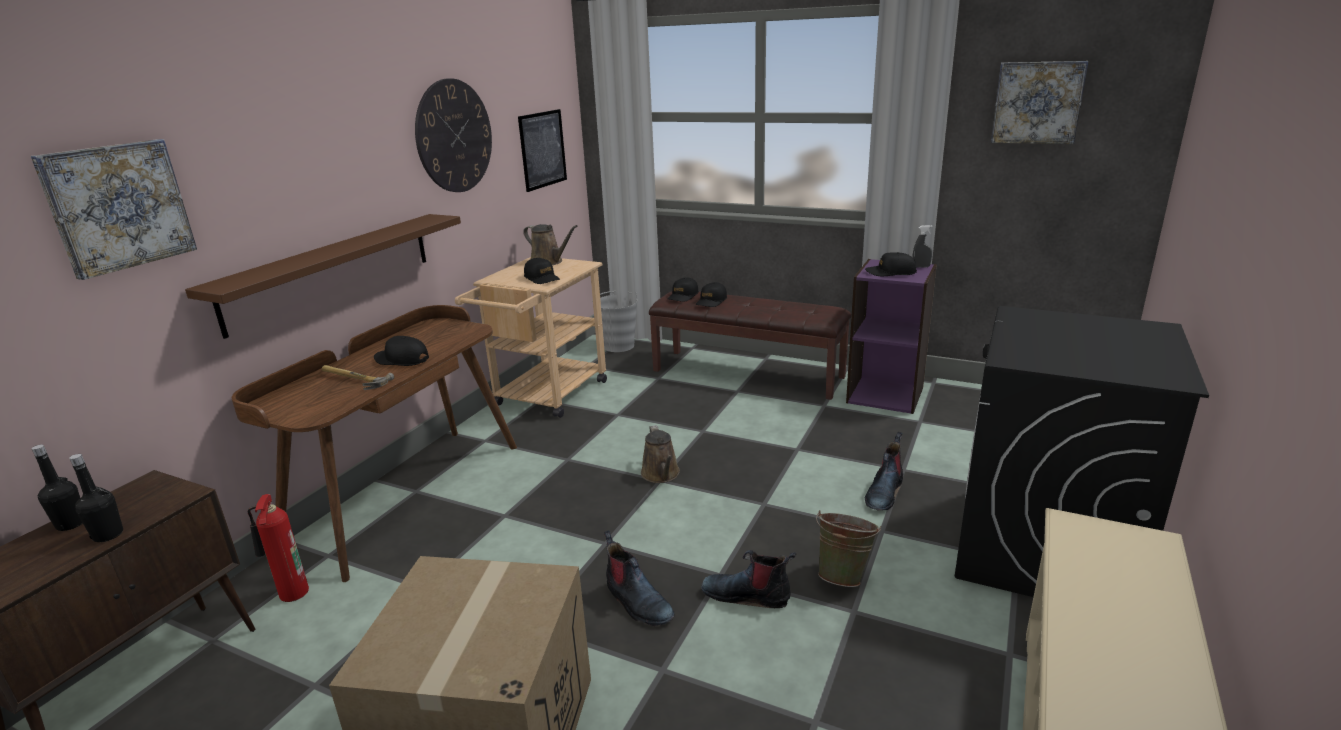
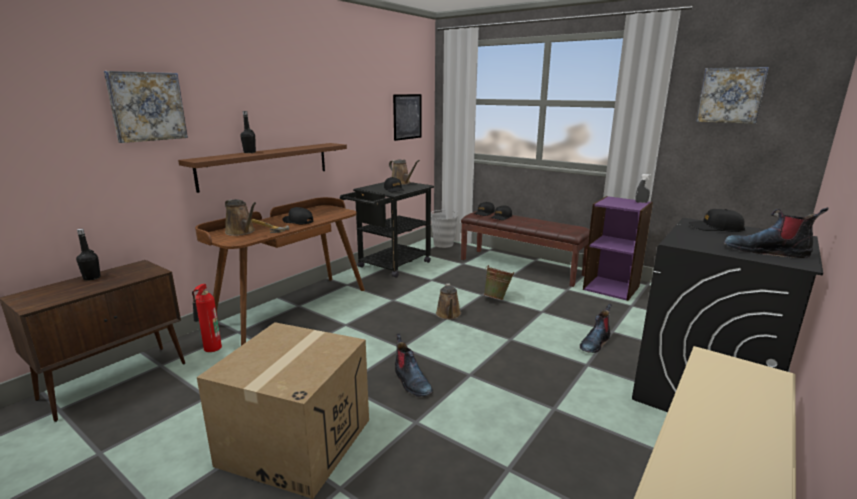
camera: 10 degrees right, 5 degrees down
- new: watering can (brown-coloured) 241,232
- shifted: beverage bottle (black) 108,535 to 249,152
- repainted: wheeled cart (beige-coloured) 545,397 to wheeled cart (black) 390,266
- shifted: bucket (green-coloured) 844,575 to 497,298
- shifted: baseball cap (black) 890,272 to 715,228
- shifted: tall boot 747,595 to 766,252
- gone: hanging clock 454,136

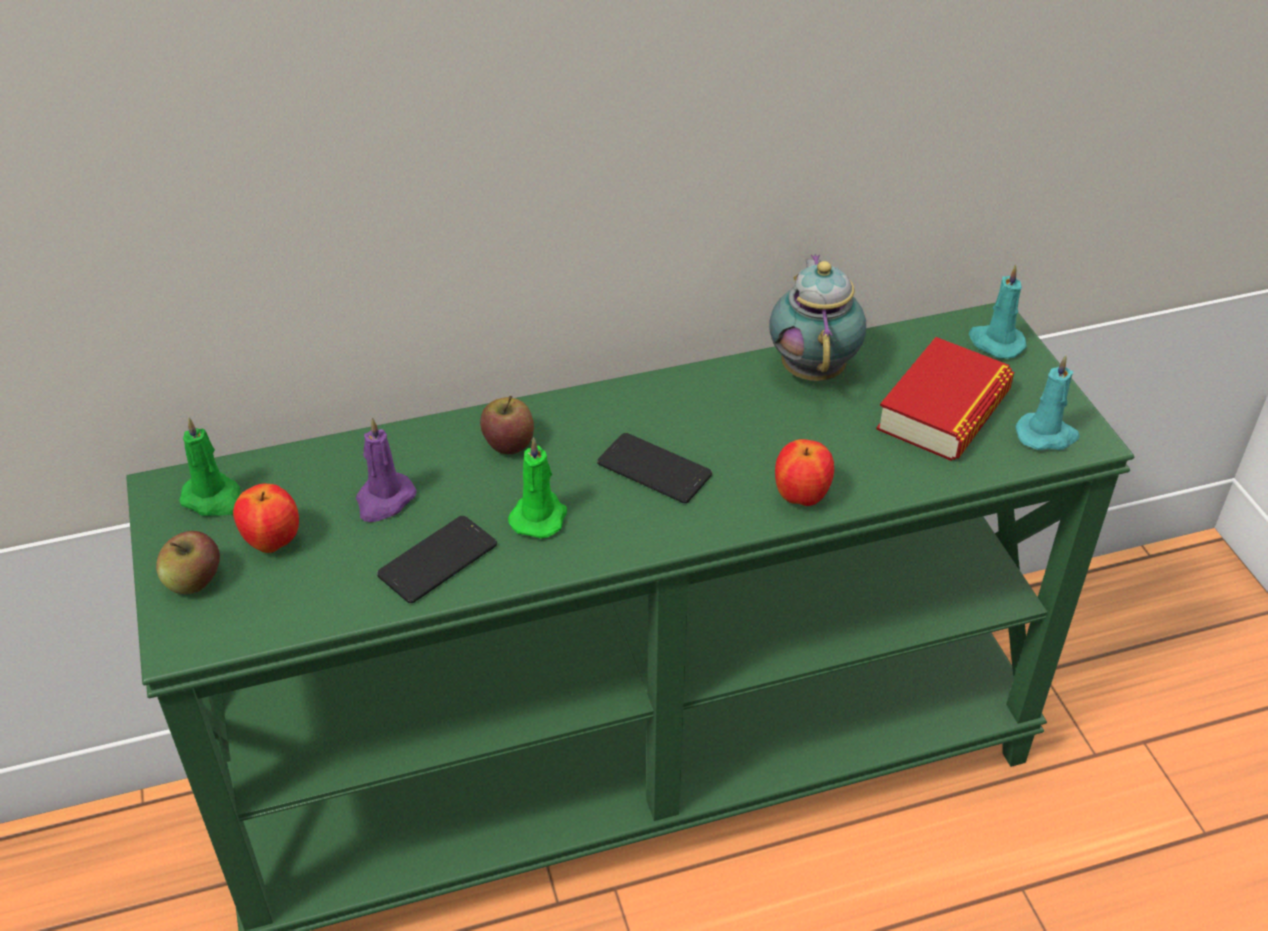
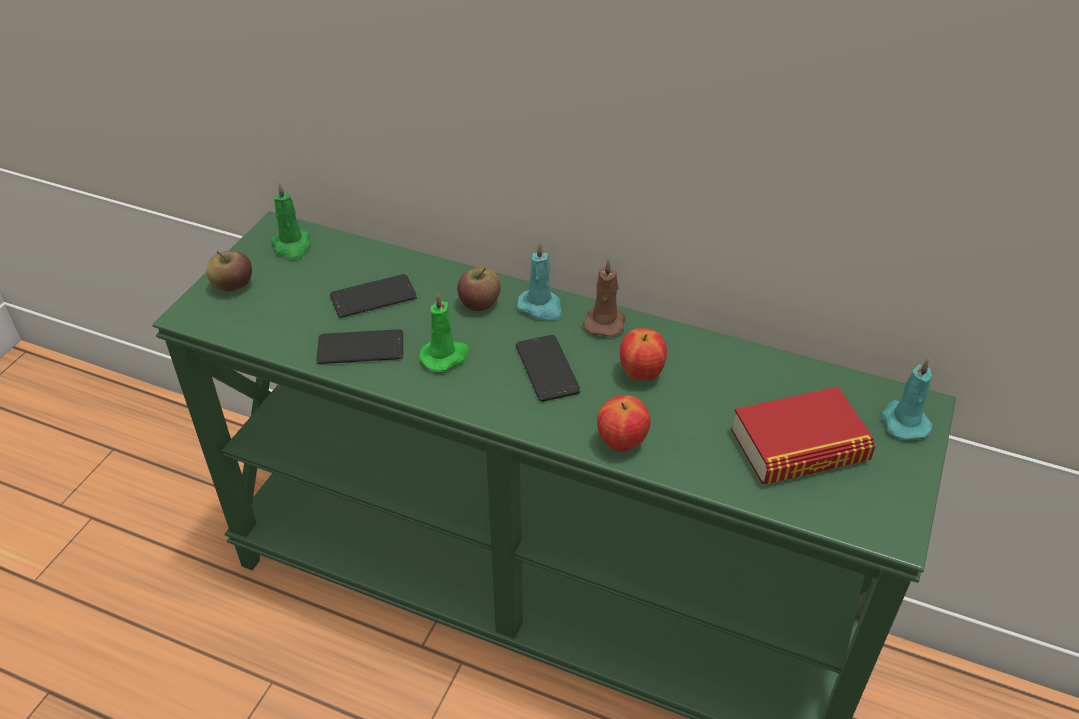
camera: 40 degrees right, 0 degrees up
- swapped: wax candle (purple-coloured) 384,500 to handset 373,297
- shifted: wax candle (turquoise) 1047,435 to 541,307
- new: wax candle (brown-coloured) 605,321
- shifted: whole apple 273,542 to 641,374
- gone: teapot 813,368

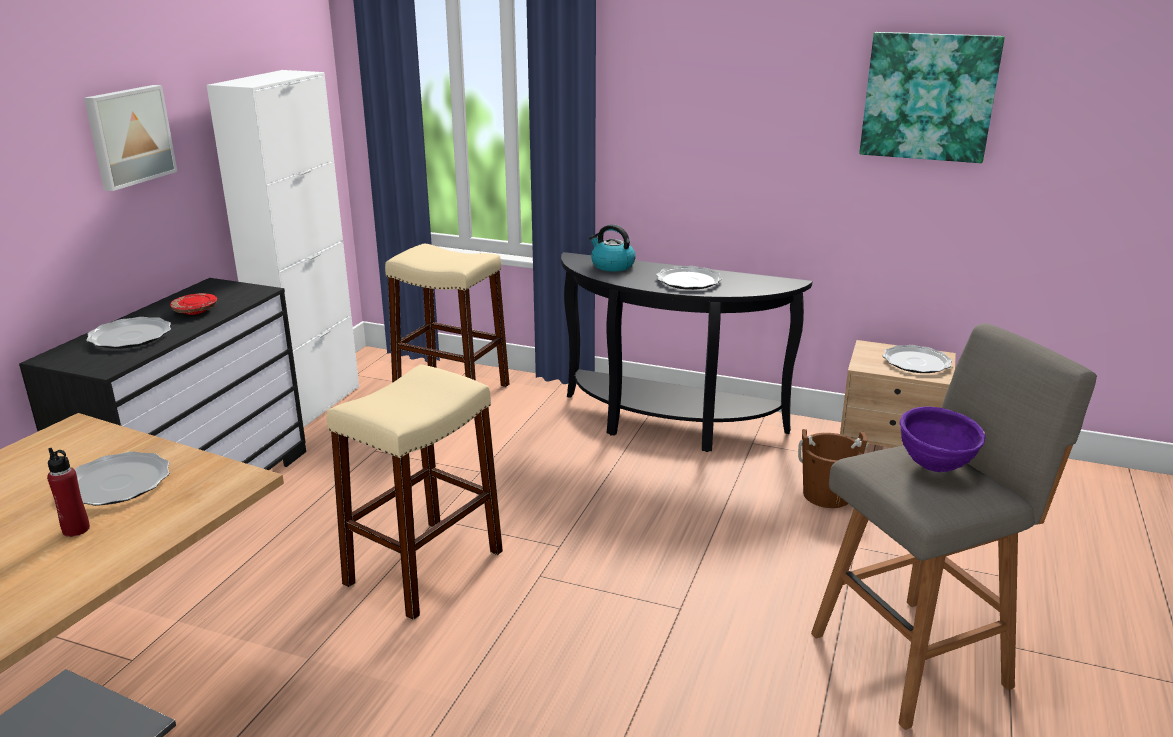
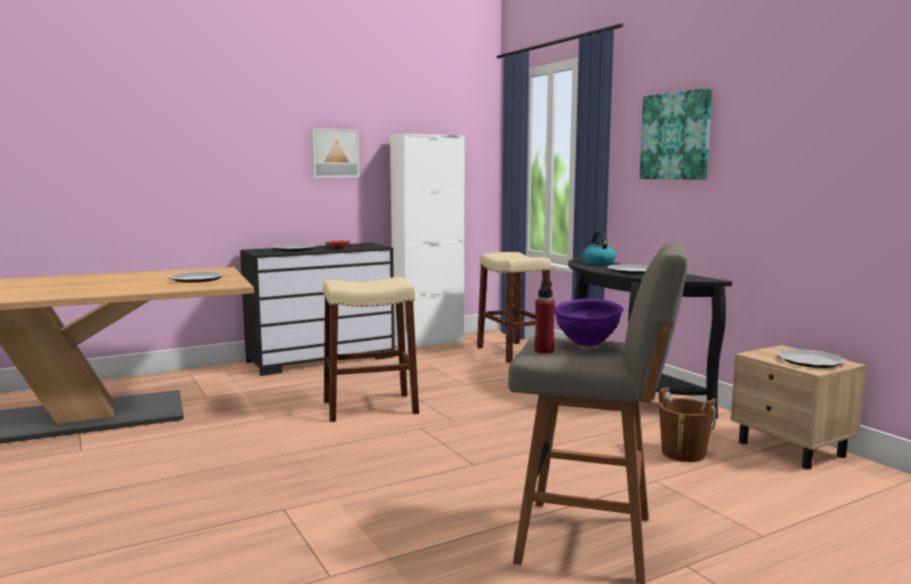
camera: 40 degrees right, 15 degrees down
- shifted: beverage bottle (reddish) 76,529 to 544,351
- shifted: picture 928,97 to 676,136

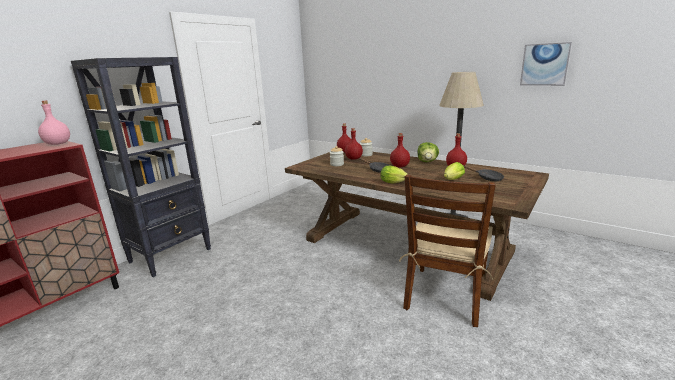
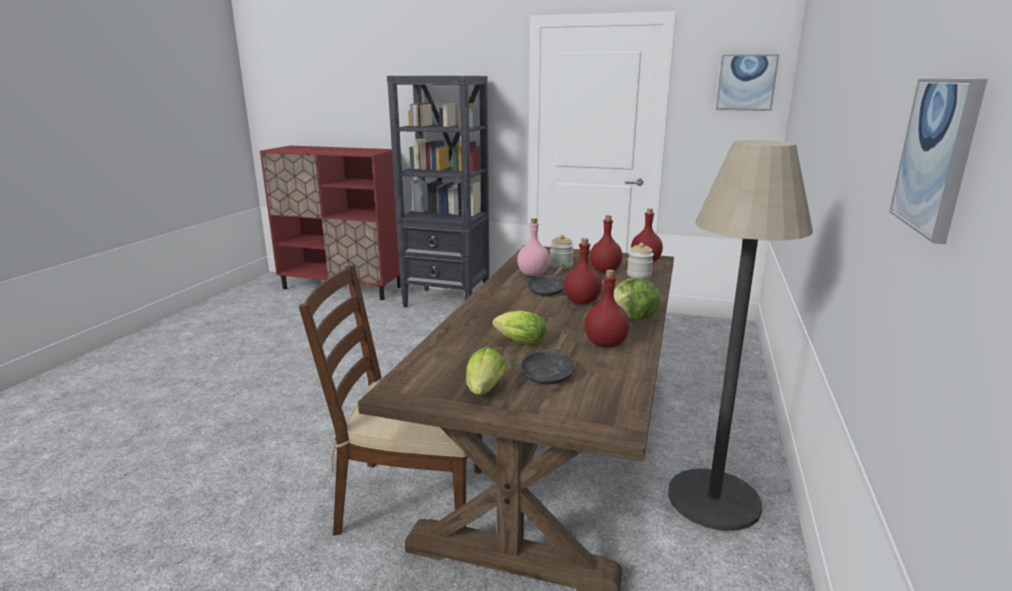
camera: 70 degrees right, 0 degrees up
- shifted: head of lettuce 394,183 to 484,392
- shifted: beverage bottle (pinkish) 57,144 to 533,274
- new: picture 746,82

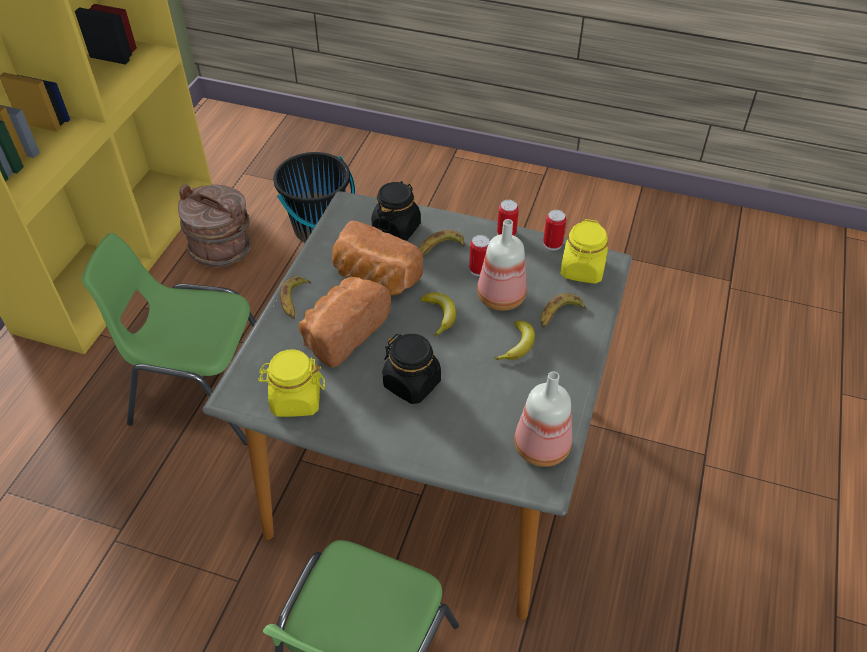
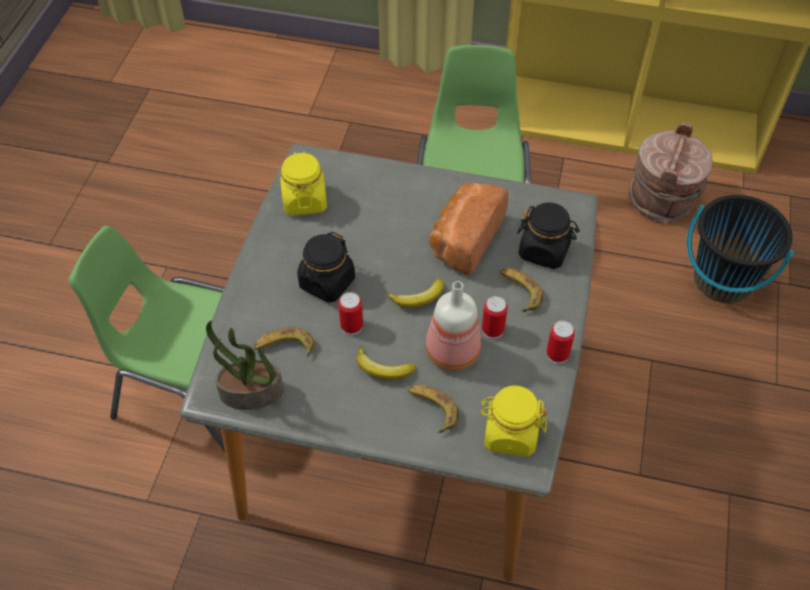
camera: 85 degrees right, 5 degrees up
- swapped: beverage bottle 543,448 to potted plant 251,393
- shifted: banana fruit 294,301 to 284,347
- shifted: sealed can 552,244 to 351,326
- gone: baked bread 342,332

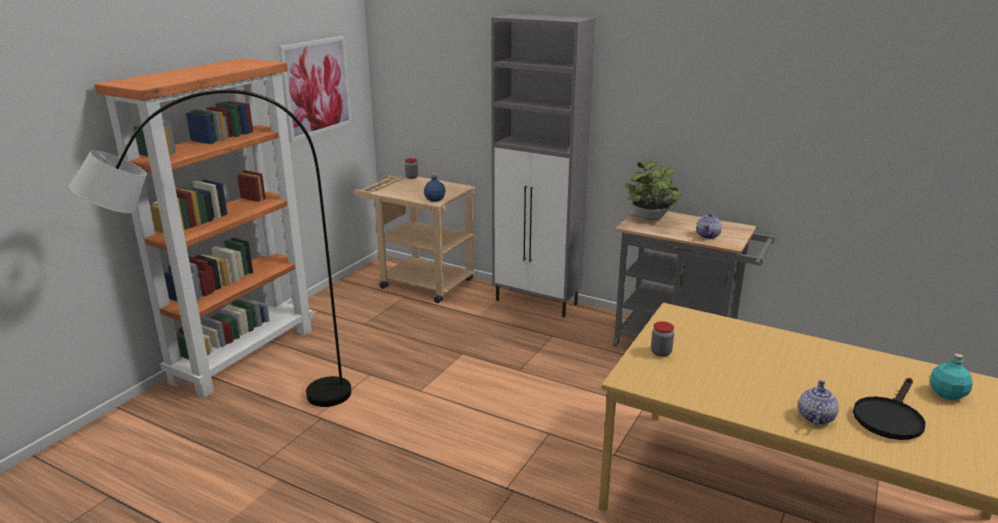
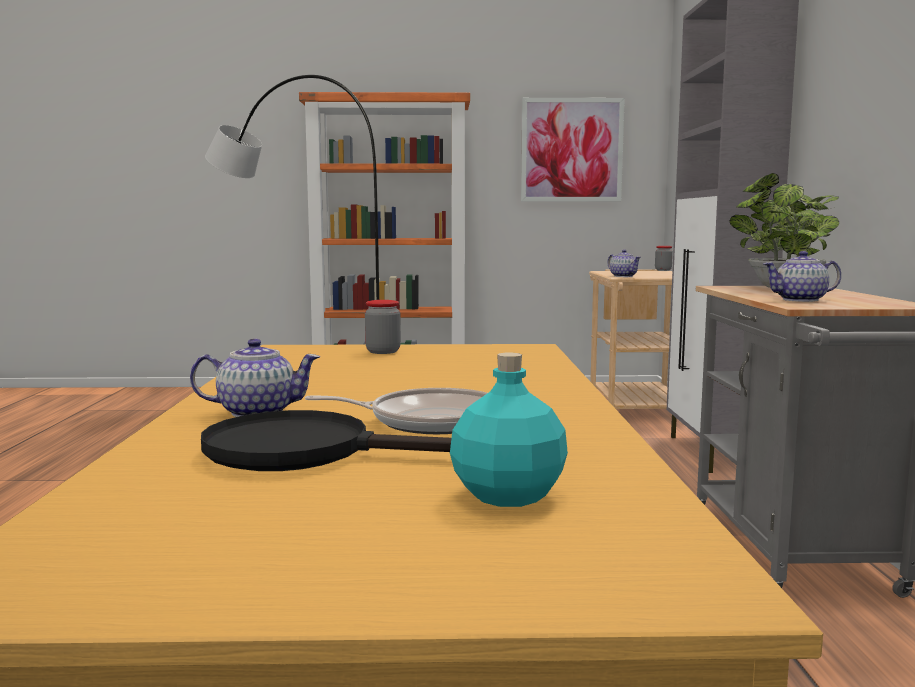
camera: 60 degrees right, 15 degrees down
- new: skillet 429,421
- swapped: beverage bottle (blue-coloured) 434,199 to teapot 623,276

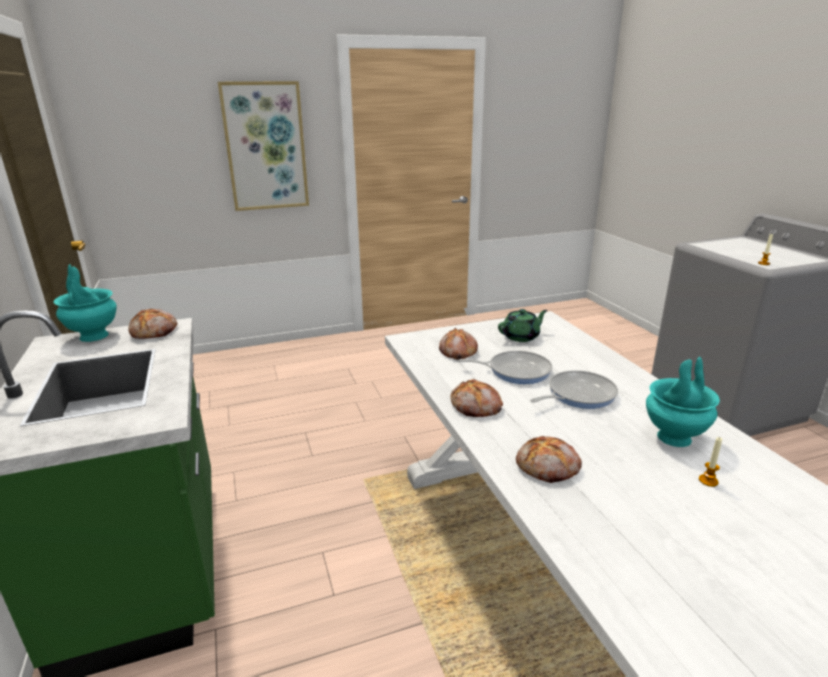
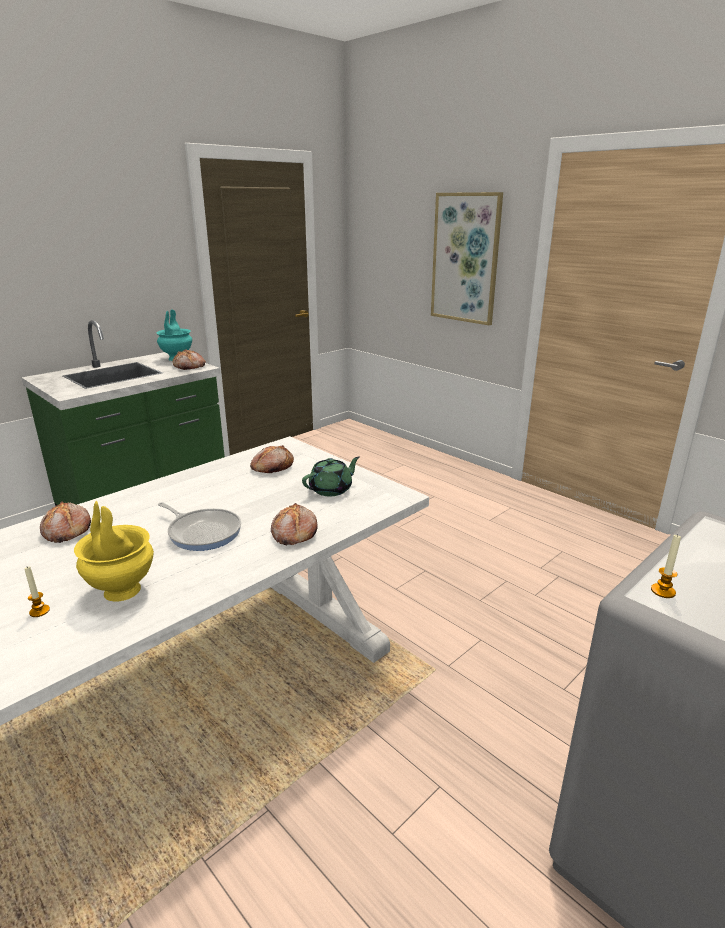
camera: 65 degrees right, 0 degrees up
- repainted: vase (turquoise) 673,438 to vase (yellowish) 121,590
- shifted: baked bread 476,407 to 293,533
- rotated: teapot (green-coloured) 521,336 = 331,489 75 degrees counterclockwise
- gone: skillet 515,371

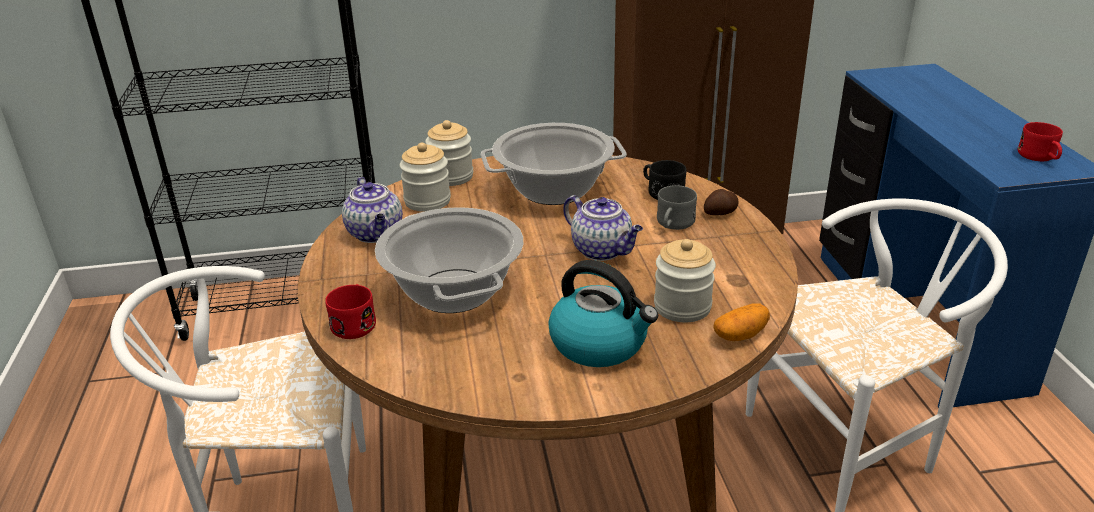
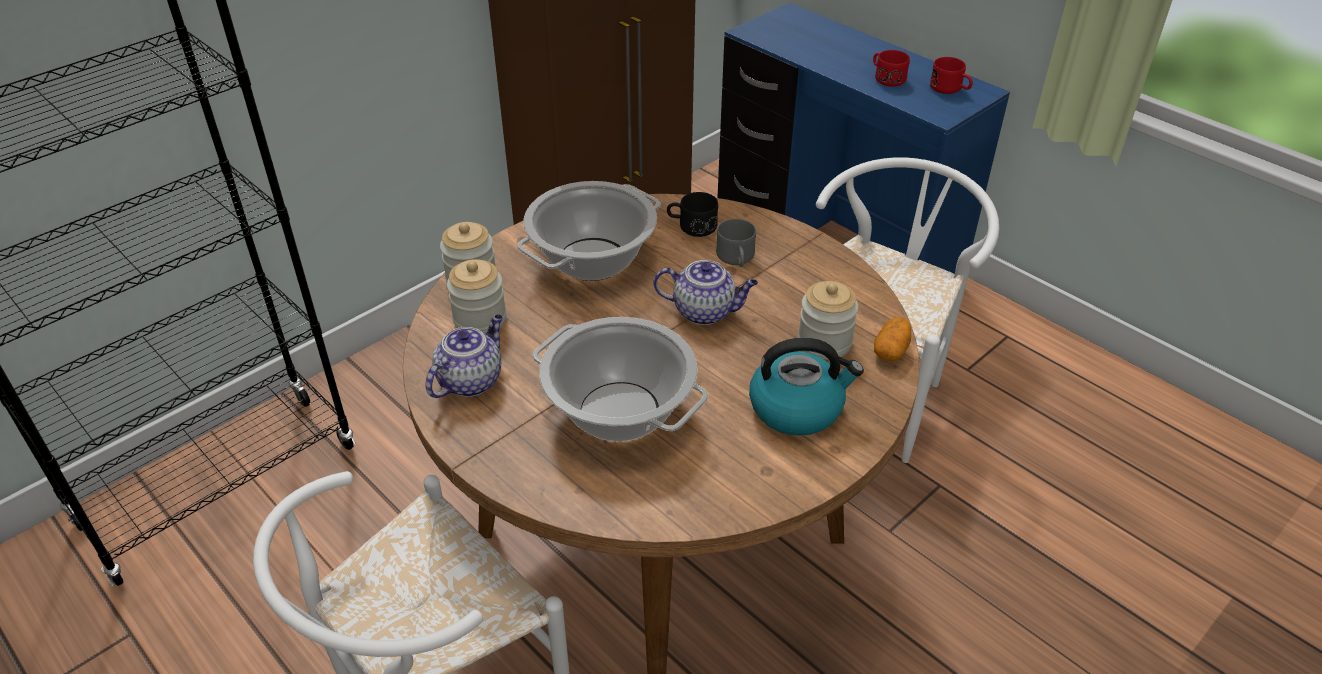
camera: 35 degrees left, 10 degrees up
- rotated: teapot 376,234 = 470,380 90 degrees counterclockwise
- shifted: coffee mug (reddish) 355,322 to 886,77
- gone: spud 721,213

